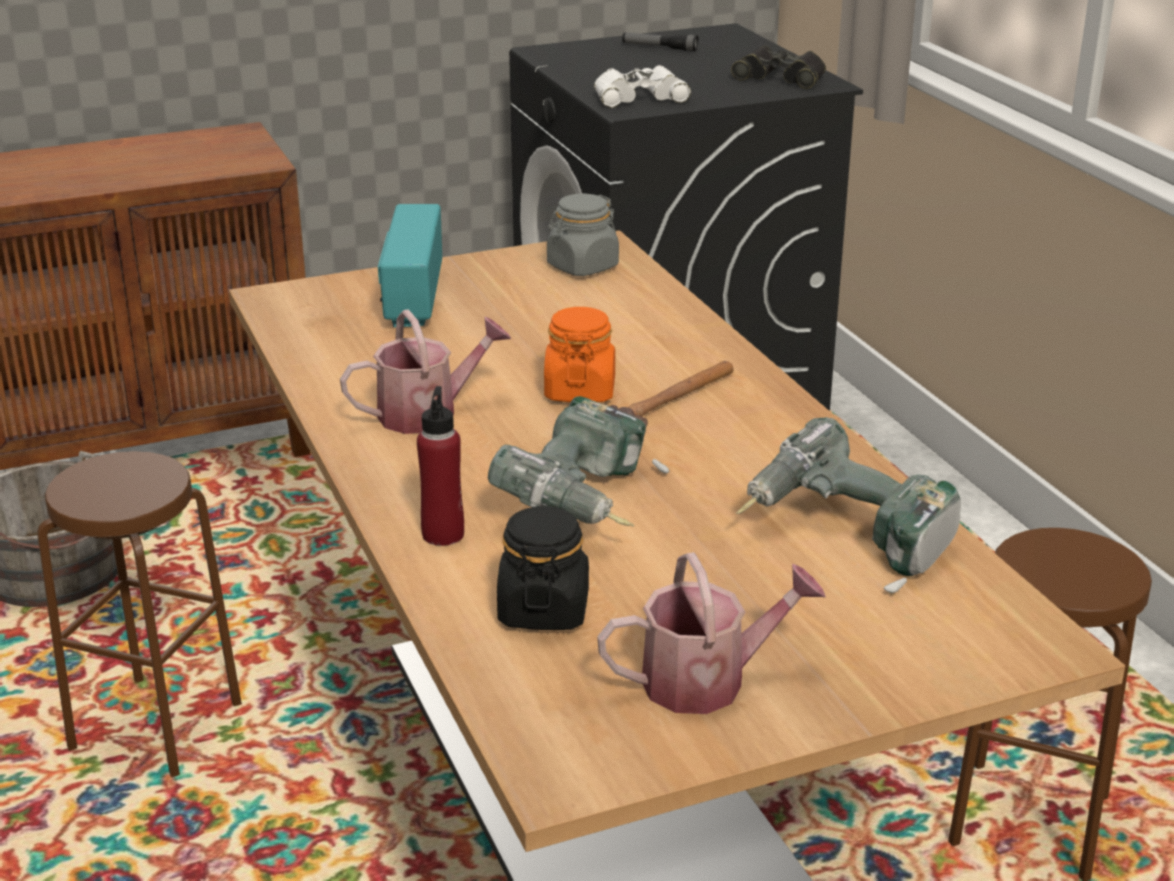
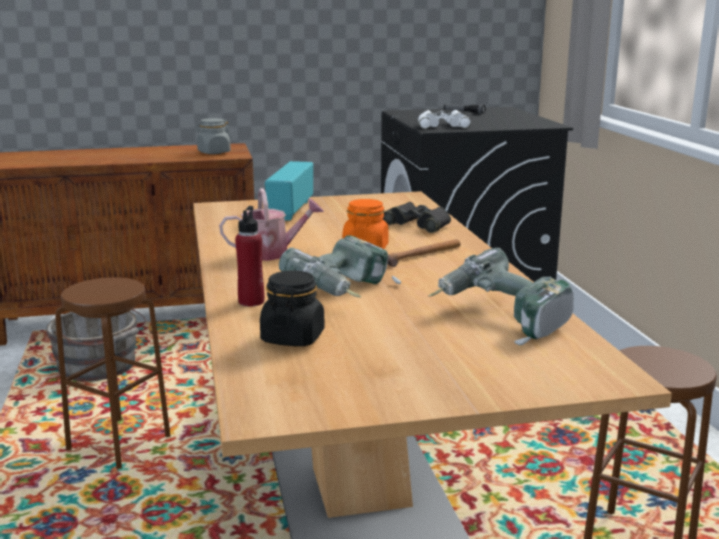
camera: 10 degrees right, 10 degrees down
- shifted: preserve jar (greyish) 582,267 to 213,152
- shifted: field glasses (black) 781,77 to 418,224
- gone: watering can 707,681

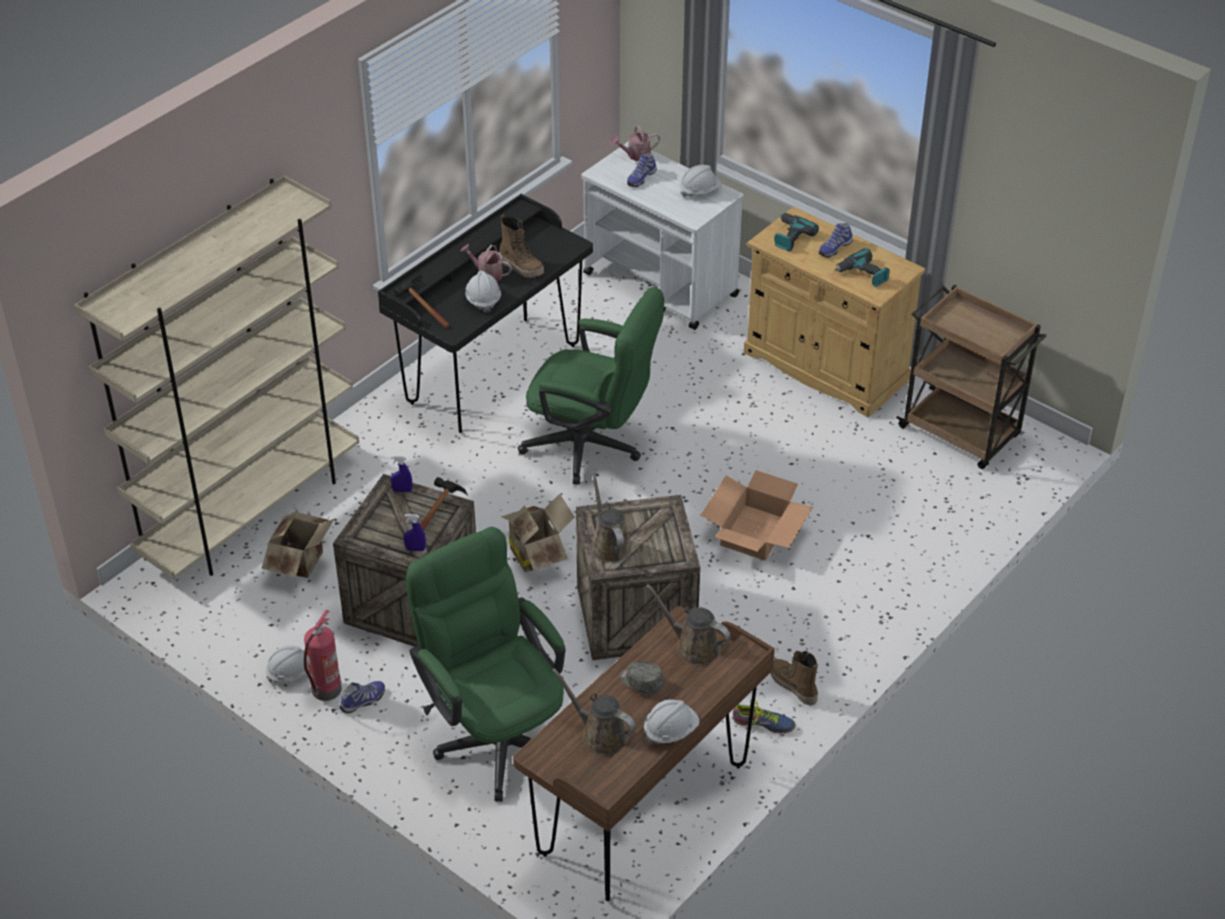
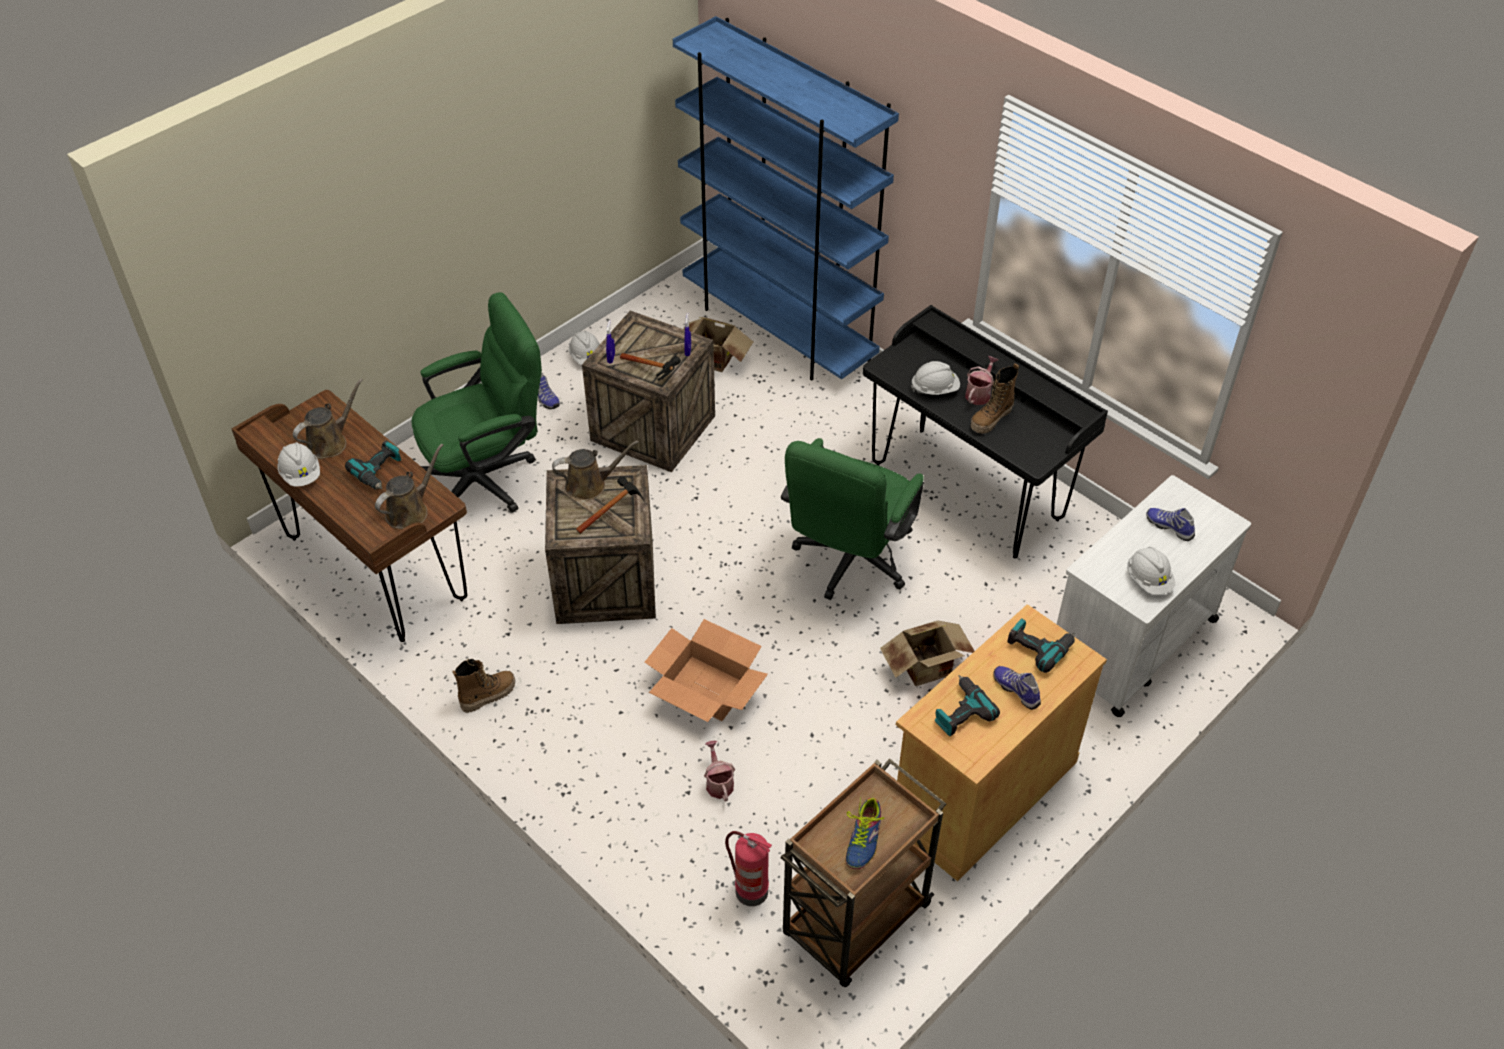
camera: 95 degrees right, 5 degrees up
- swapped: baseball cap (greyish) 640,682 to electric drill 379,471
- shifted: hammer 420,309 to 615,511
- repainted: bookcase (beige-coloured) 251,512 to bookcase (blue-coloured) 779,330
- shifted: watering can 635,155 to 718,782
- shifted: fire-fighting cylinder 326,690 to 749,890
- shifted: low shoe 763,723 to 864,839
- shifted: cardboard box 538,553 to 928,670

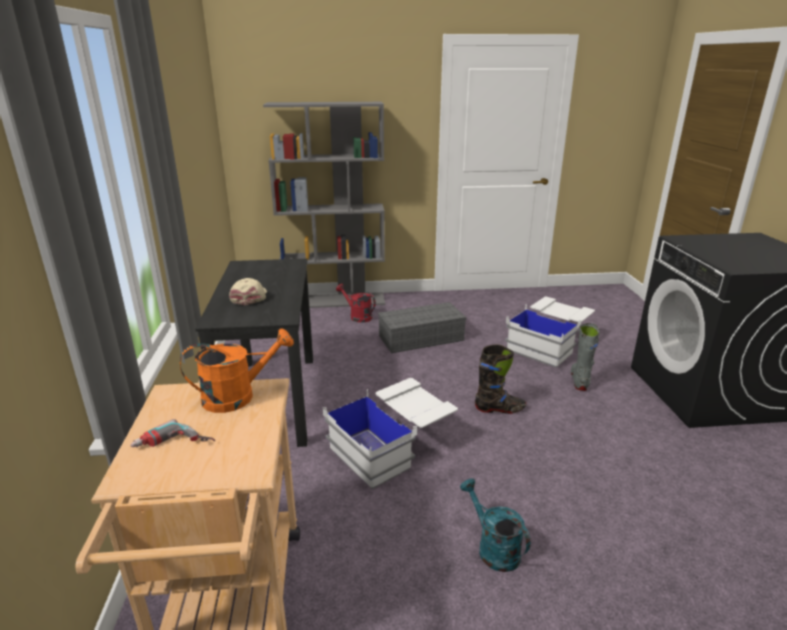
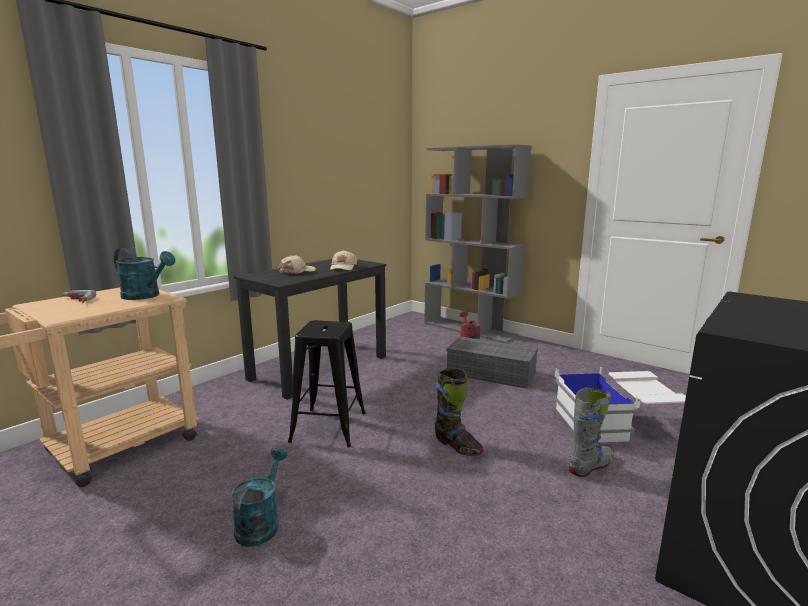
camera: 45 degrees right, 10 degrees down
- repainted: watering can (orange) 238,396 to watering can (turquoise) 146,296
- swapped: storage container (white) 392,448 to stool (black) 329,426
- new: baseball cap (beige-coloured) 343,267

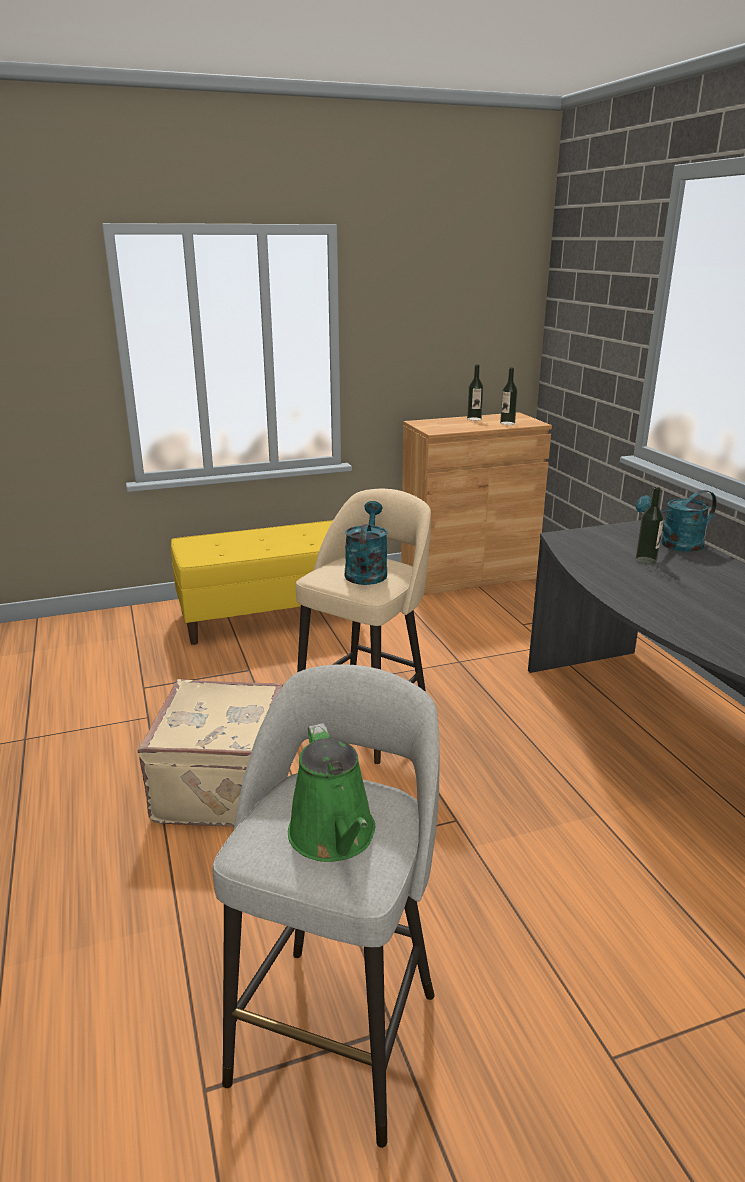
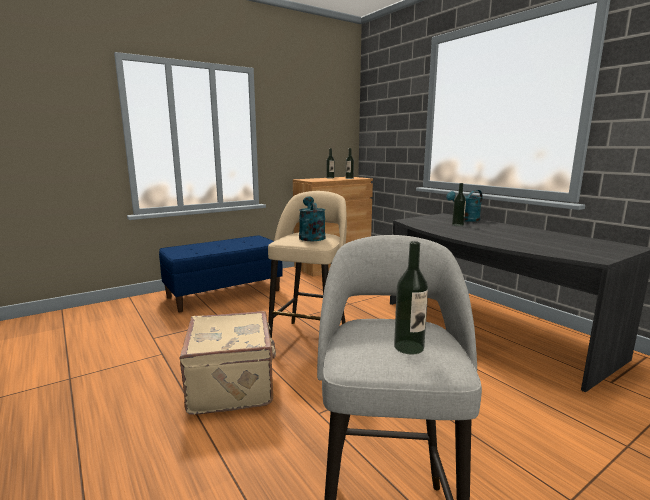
camera: 15 degrees left, 10 degrees down
- repainted: long seat (yellowish) 269,616 to long seat (blue-coloured) 224,293
- swapped: watering can (green-coloured) 334,837 to beverage bottle 409,347

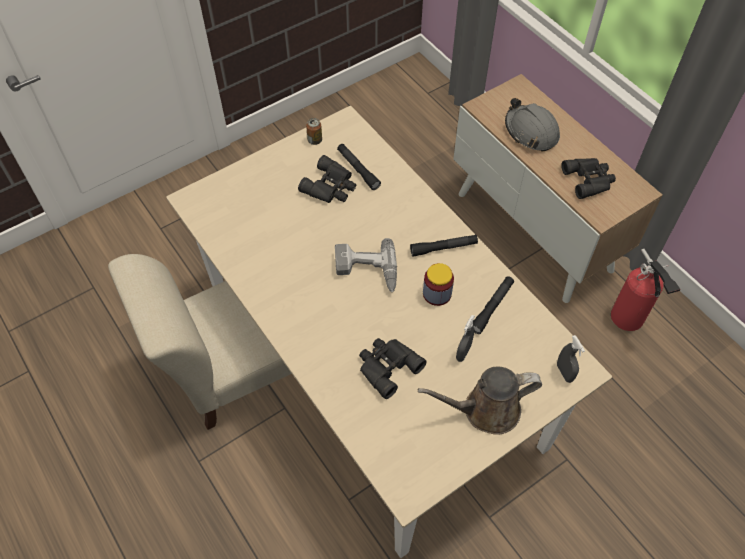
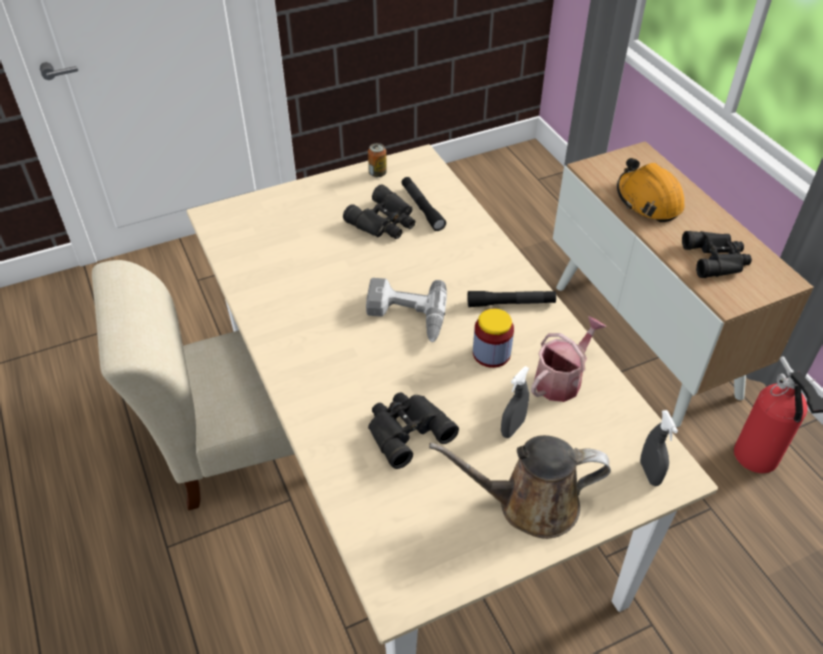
camera: 10 degrees right, 10 degrees down
- swapped: hand torch (black) 492,307 to watering can 562,379
- repainted: hard hat (greyish) 531,132 to hard hat (orange) 648,200

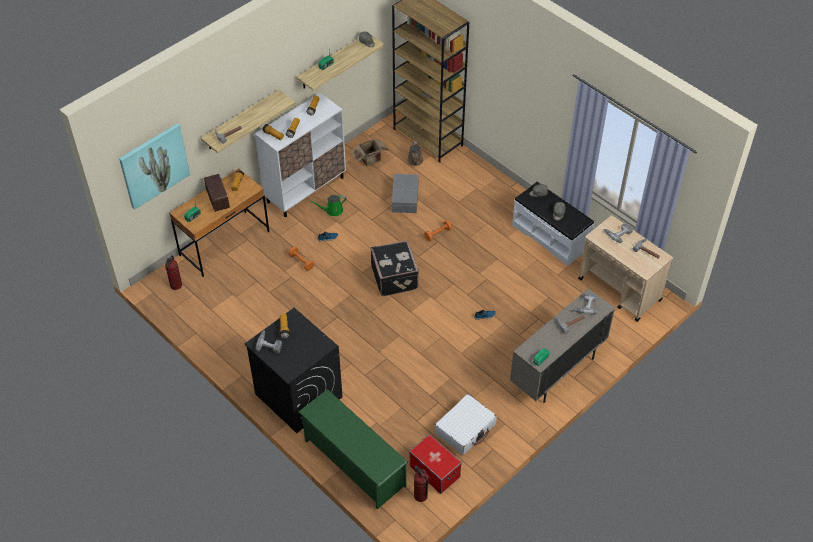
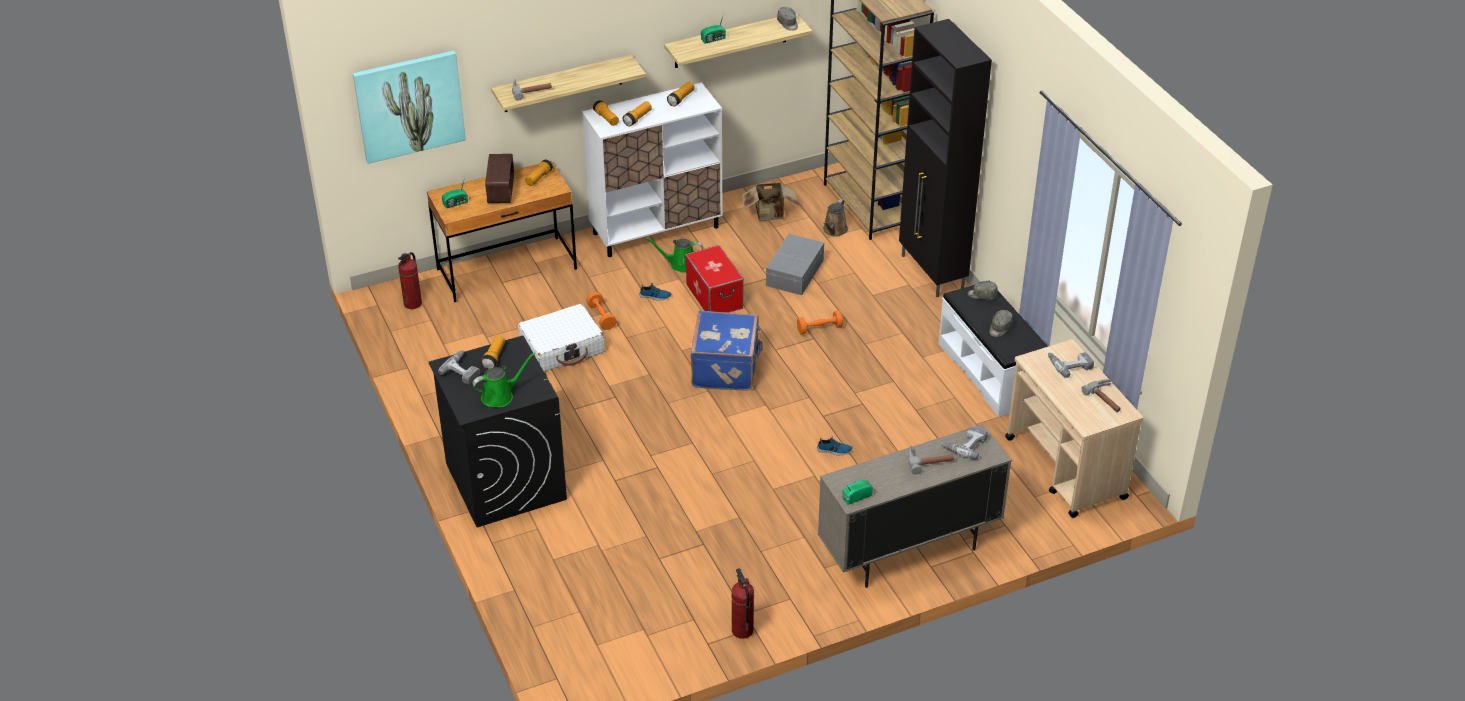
camera: 20 degrees right, 10 degrees down
- new: watering can (green-coloured) 500,396
- shifted: piece of luggage (white) 465,429 to 562,347
- shifted: storage container 435,471 to 714,296
- repainted: piece of luggage (black) 395,277 to piece of luggage (blue-coloured) 726,368
- shifted: fire-fighting cylinder 420,496 to 742,630
- new: cupboard (black) 932,273
- gone: shoe stand (green-coloured) 354,463

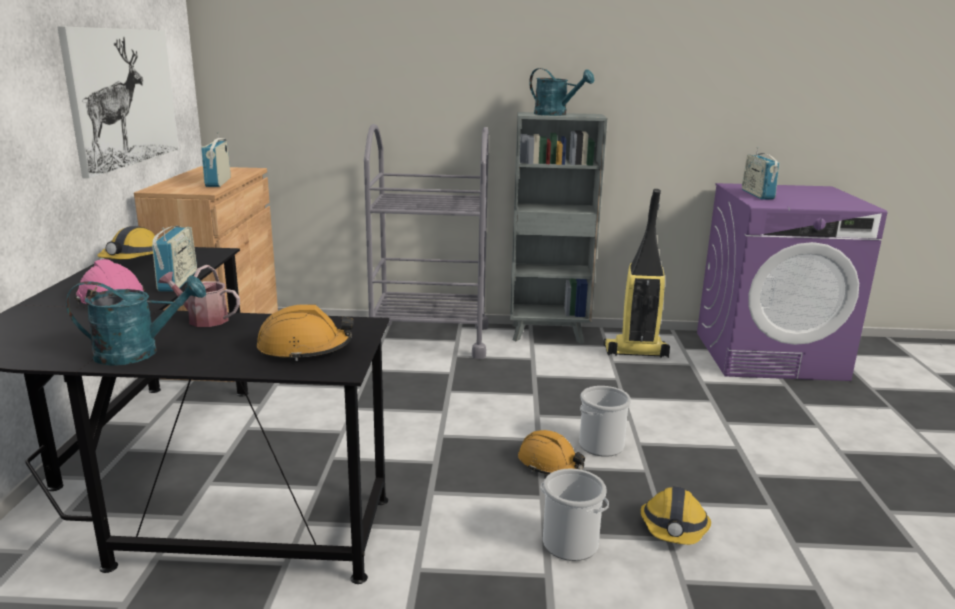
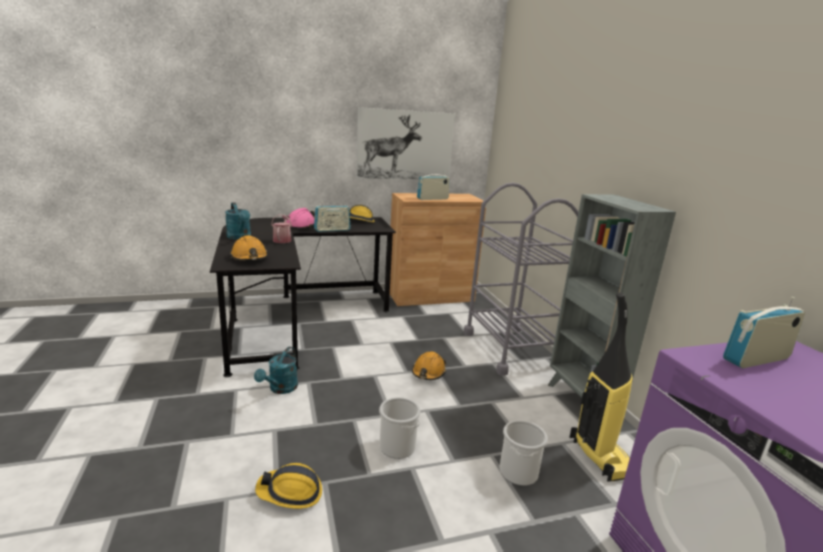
camera: 70 degrees right, 0 degrees up
- shifted: watering can (turquoise) 556,114 to 280,389
- shifted: hard hat (orange) 550,464 to 428,372
- shifted: bucket 569,543 to 518,472

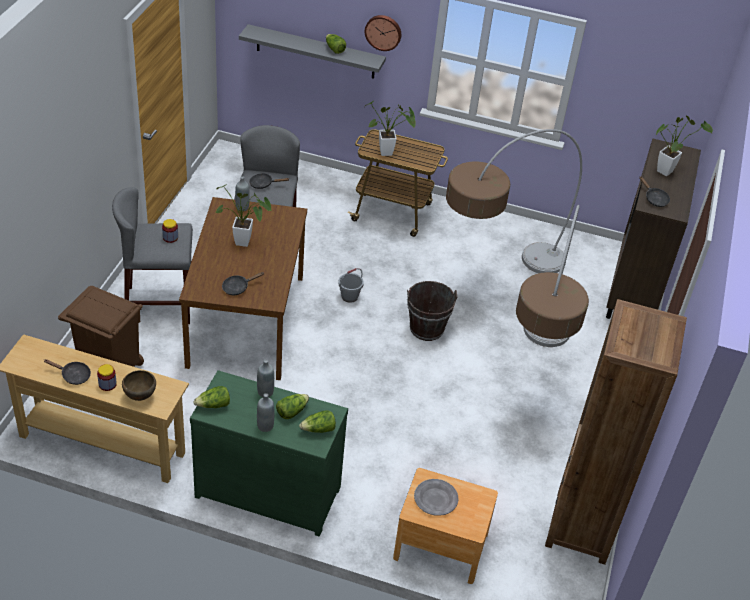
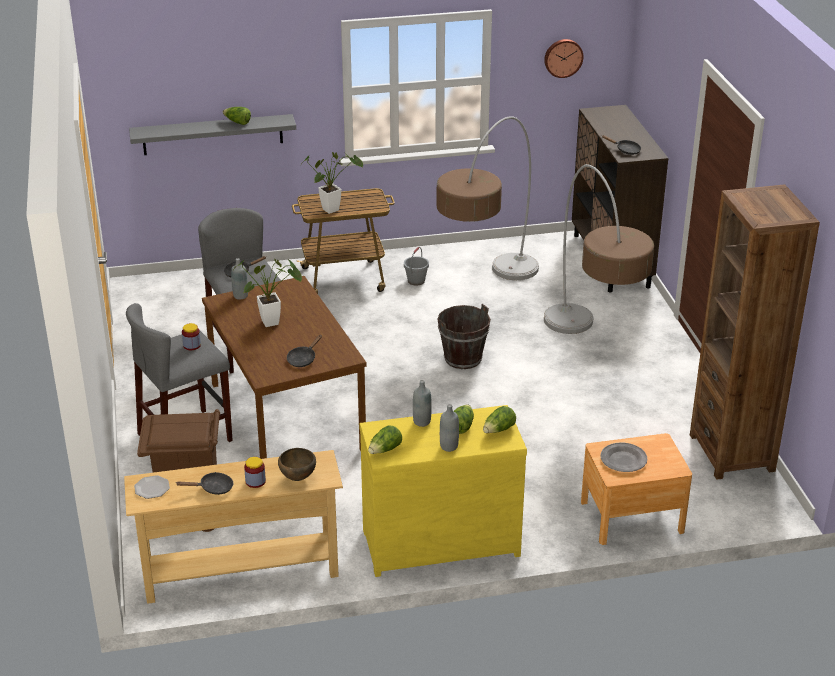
camera: 25 degrees left, 10 degrees down
- new: dinner plate 152,488
- repainted: drawer chest (green-coloured) 268,488 to drawer chest (yellowish) 438,540
- shifted: bucket (greyish) 349,296 to 416,281
- shifted: hanging clock 383,32 to 563,57
- gone: potted plant 667,170

